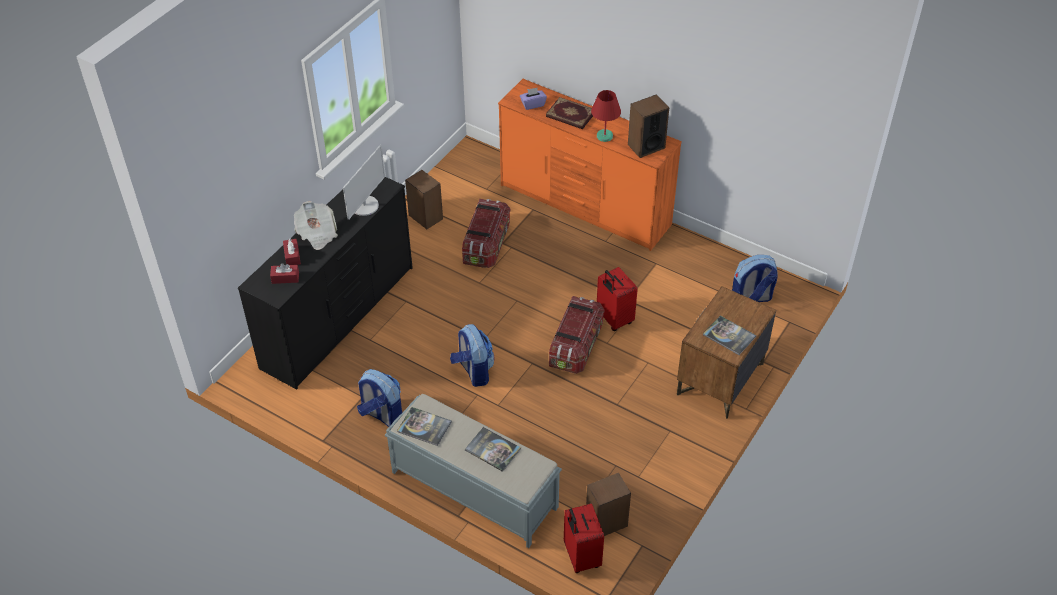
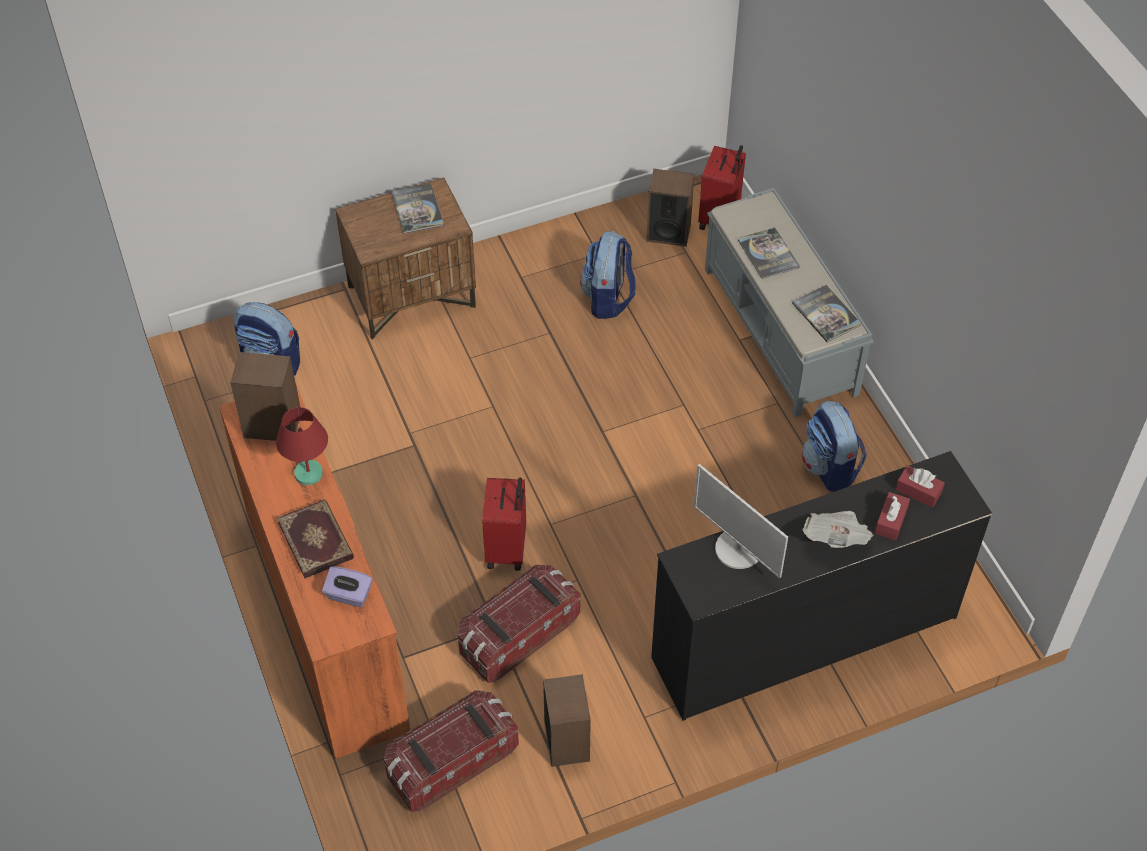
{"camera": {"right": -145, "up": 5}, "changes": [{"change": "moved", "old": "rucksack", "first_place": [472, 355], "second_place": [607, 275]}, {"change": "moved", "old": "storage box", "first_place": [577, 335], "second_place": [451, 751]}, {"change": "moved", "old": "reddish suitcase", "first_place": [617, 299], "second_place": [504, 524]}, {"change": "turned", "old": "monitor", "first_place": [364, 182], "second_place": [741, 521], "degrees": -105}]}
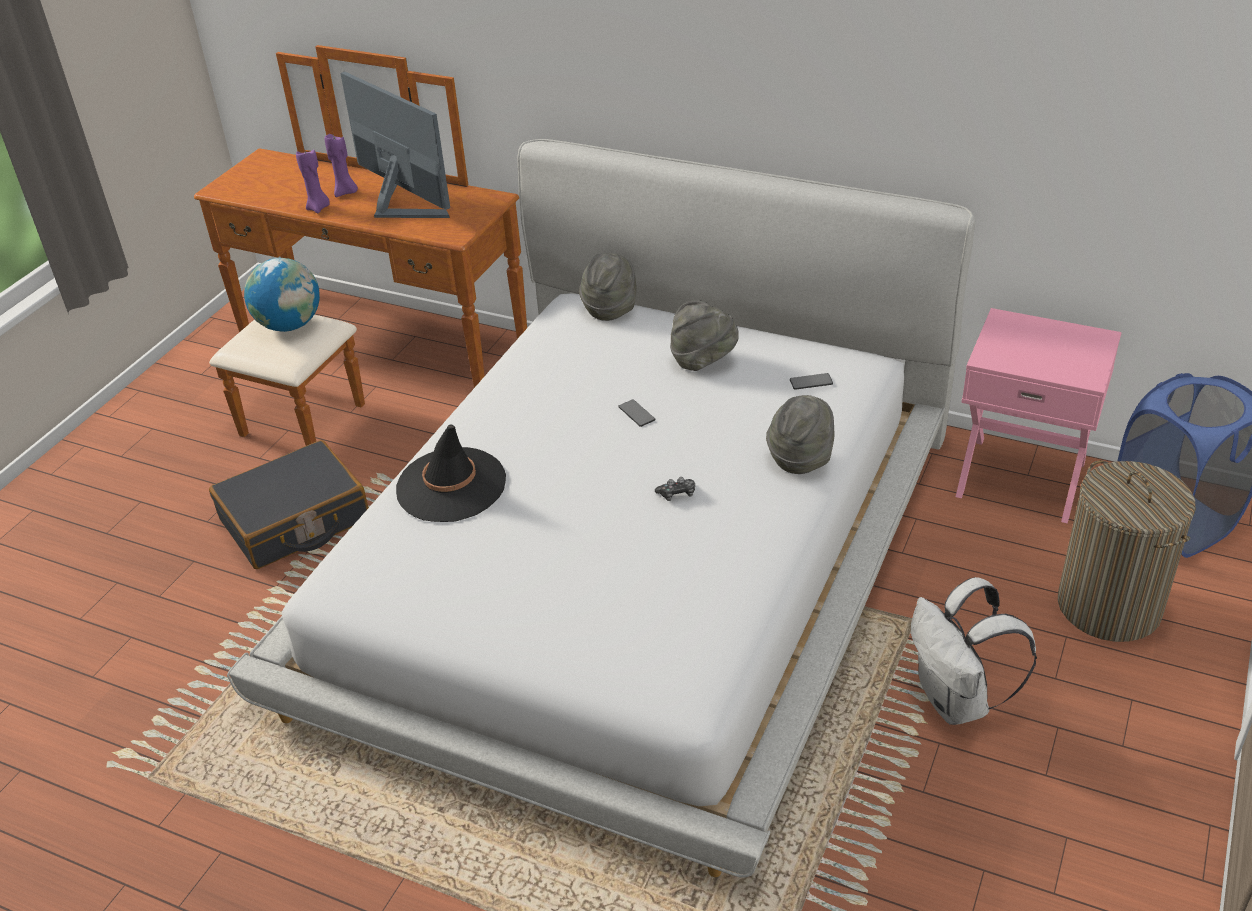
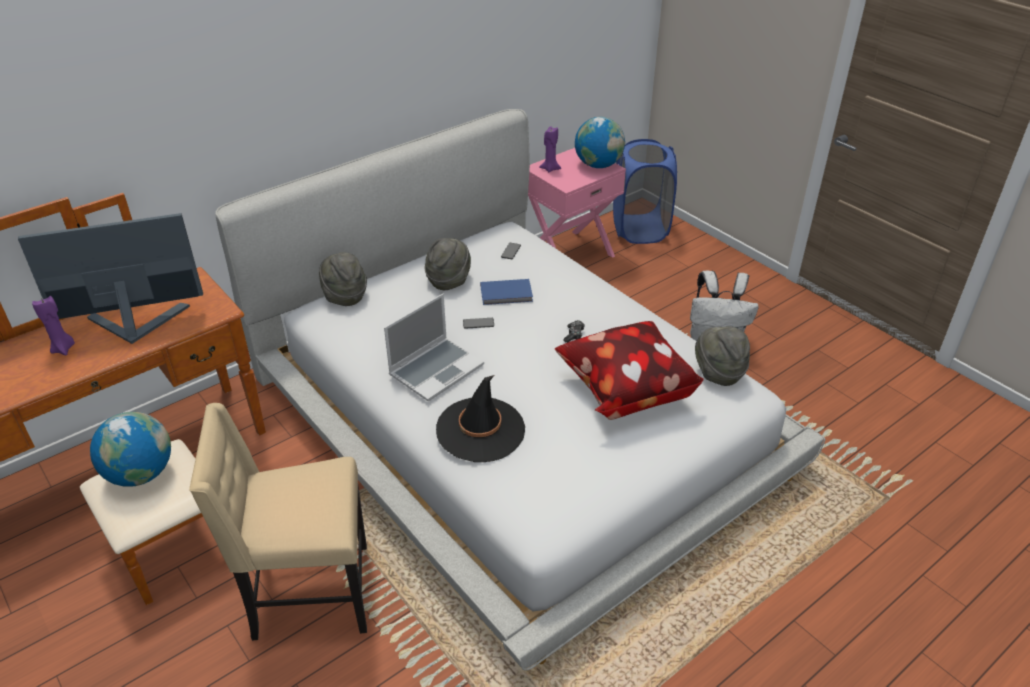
{"camera": {"right": -65, "up": 0}, "changes": [{"change": "removed", "old": "hamper", "first_place": [1127, 551]}, {"change": "added", "new": "laptop", "second_place": [434, 347]}, {"change": "added", "new": "bluish book", "second_place": [506, 292]}, {"change": "added", "new": "cushion", "second_place": [629, 370]}, {"change": "added", "new": "desk globe", "second_place": [600, 142]}, {"change": "moved", "old": "purplish wax candle", "first_place": [313, 181], "second_place": [550, 149]}, {"change": "moved", "old": "greyish clothing hat", "first_place": [800, 434], "second_place": [722, 356]}, {"change": "replaced", "old": "black-coloured suitcase", "new": "sand-coloured upright chair", "first_place": [289, 504], "second_place": [278, 522]}]}
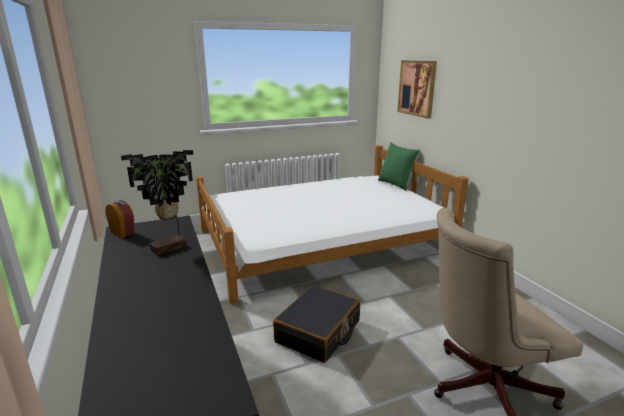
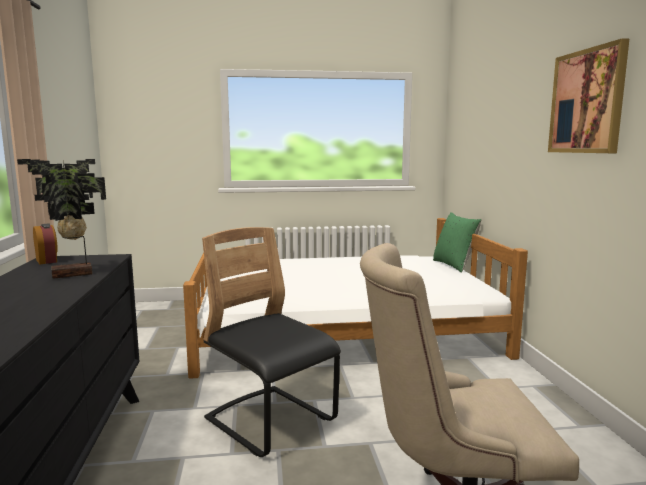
{"camera": {"right": 15, "up": -10}, "changes": [{"change": "moved", "old": "wall art", "first_place": [417, 89], "second_place": [588, 95]}, {"change": "replaced", "old": "black-coloured suitcase", "new": "black-coloured upright chair", "first_place": [316, 324], "second_place": [271, 342]}]}
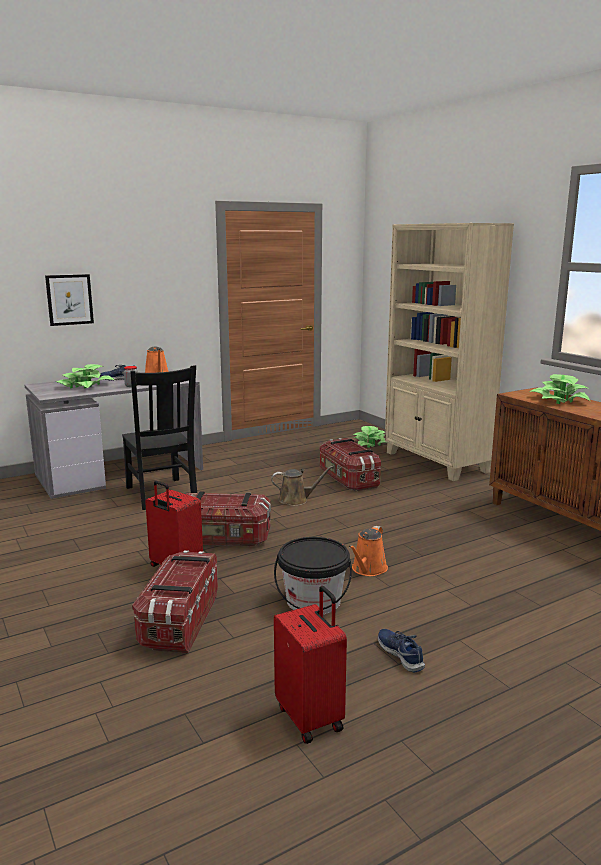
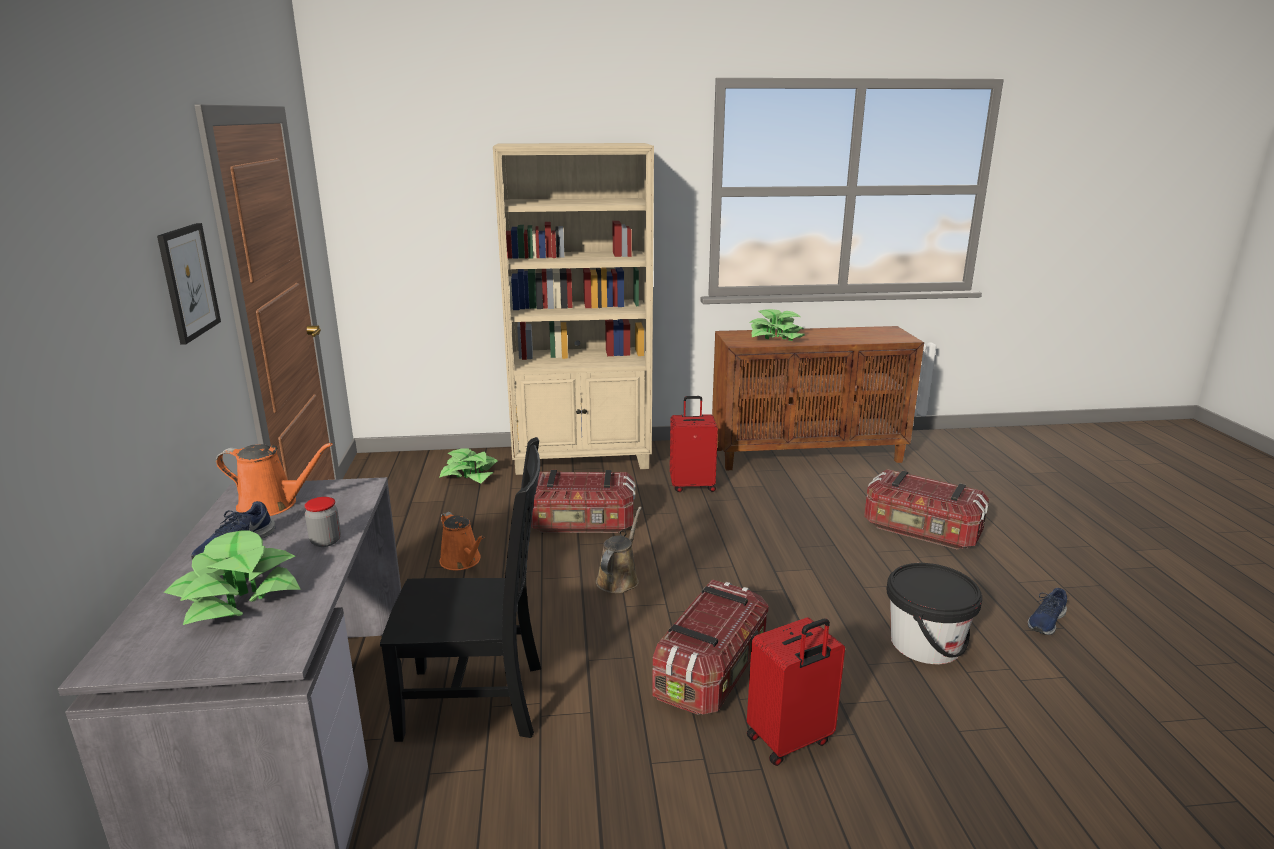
{"camera": {"right": -65, "up": 5}, "changes": [{"change": "moved", "old": "wall art", "first_place": [69, 300], "second_place": [189, 284]}, {"change": "moved", "old": "storage box", "first_place": [175, 601], "second_place": [926, 509]}, {"change": "moved", "old": "reddish suitcase", "first_place": [310, 665], "second_place": [694, 444]}, {"change": "moved", "old": "orange-coloured watering can", "first_place": [368, 551], "second_place": [461, 541]}, {"change": "turned", "old": "bluish shoe", "first_place": [401, 651], "second_place": [1047, 611], "degrees": -45}]}
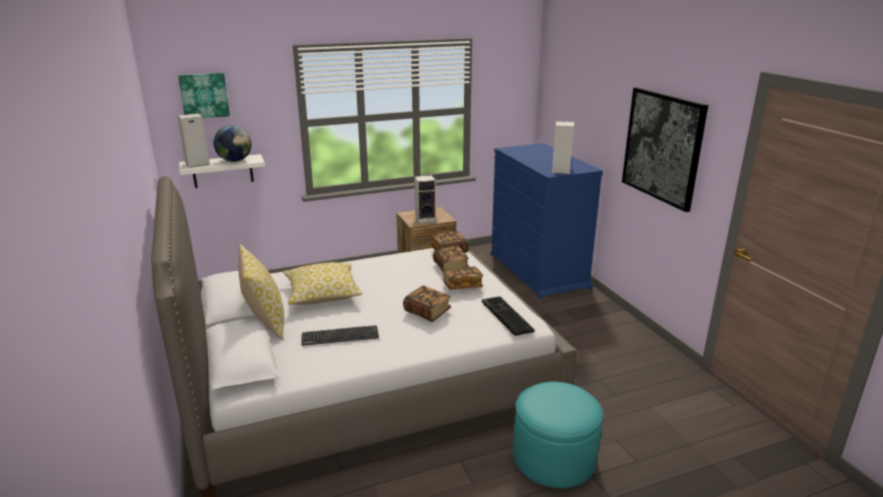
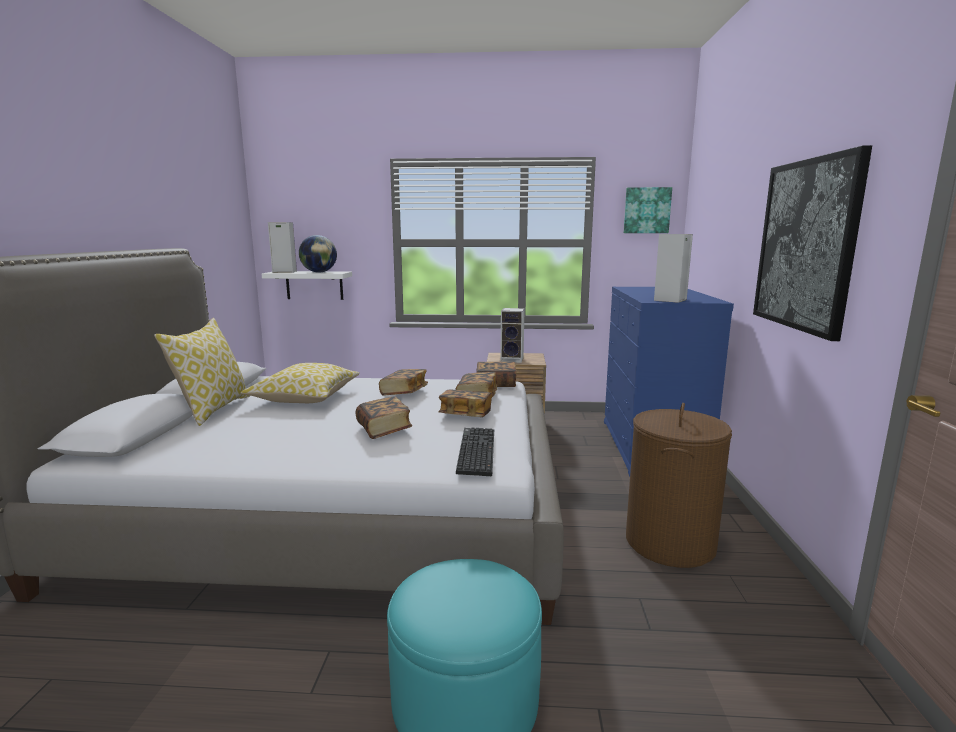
{"camera": {"right": 25, "up": -10}, "changes": [{"change": "removed", "old": "PC keyboard", "first_place": [340, 335]}, {"change": "added", "new": "book", "second_place": [403, 382]}, {"change": "added", "new": "brownish hamper", "second_place": [679, 485]}, {"change": "moved", "old": "wall art", "first_place": [204, 95], "second_place": [648, 210]}]}
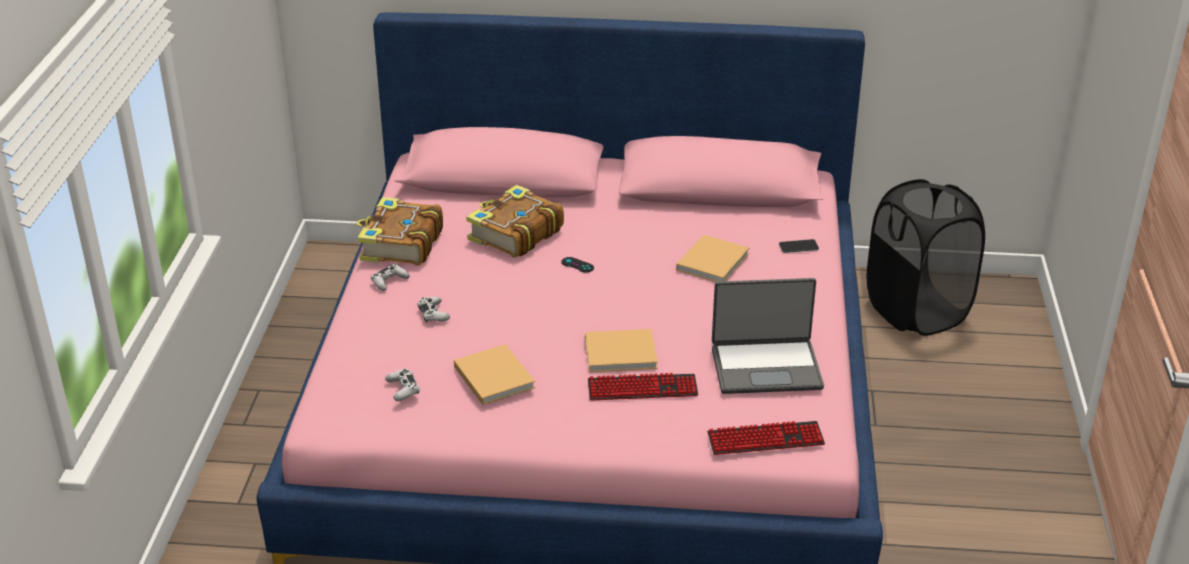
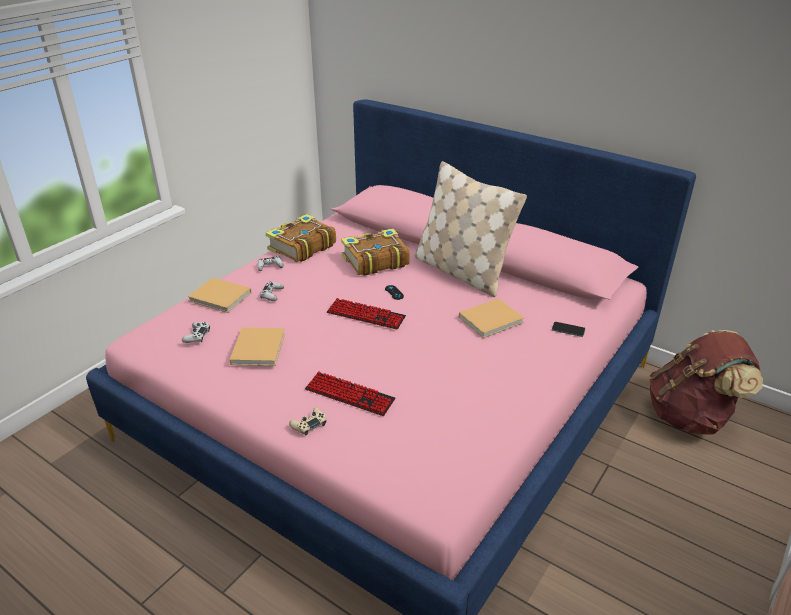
{"camera": {"right": 30, "up": 0}, "changes": [{"change": "removed", "old": "laptop", "first_place": [768, 336]}, {"change": "added", "new": "sand-coloured game controller", "second_place": [308, 421]}, {"change": "added", "new": "sand-coloured cushion", "second_place": [470, 229]}, {"change": "moved", "old": "sand-coloured book", "first_place": [621, 350], "second_place": [219, 295]}, {"change": "moved", "old": "PC keyboard", "first_place": [766, 438], "second_place": [366, 313]}, {"change": "replaced", "old": "black-coloured hamper", "new": "brownish rucksack", "first_place": [926, 257], "second_place": [706, 382]}]}
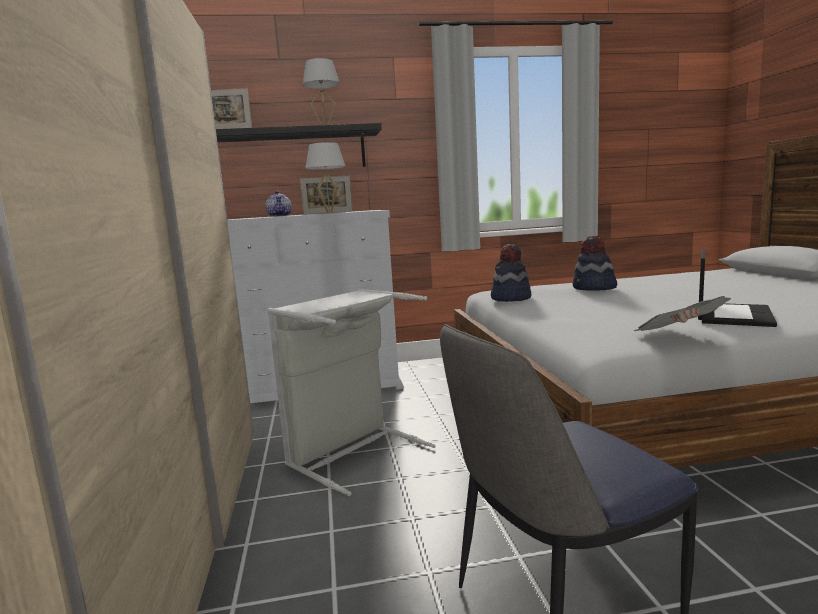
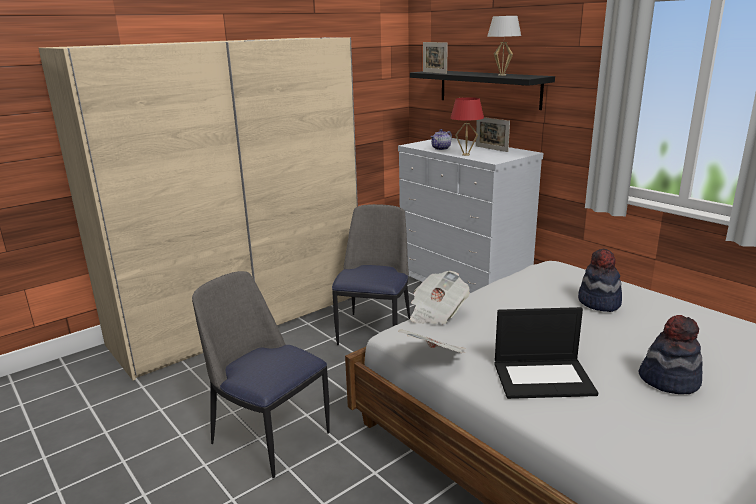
{"camera": {"right": 60, "up": 10}, "changes": [{"change": "added", "new": "newspaper", "second_place": [440, 297]}, {"change": "moved", "old": "clothing hat", "first_place": [511, 273], "second_place": [670, 354]}, {"change": "replaced", "old": "greyish hamper", "new": "upright chair", "first_place": [351, 392], "second_place": [371, 274]}, {"change": "recoloured", "old": "white-coloured lamp for a table", "new": "reddish lamp for a table", "first_place": [325, 177], "second_place": [467, 126]}]}
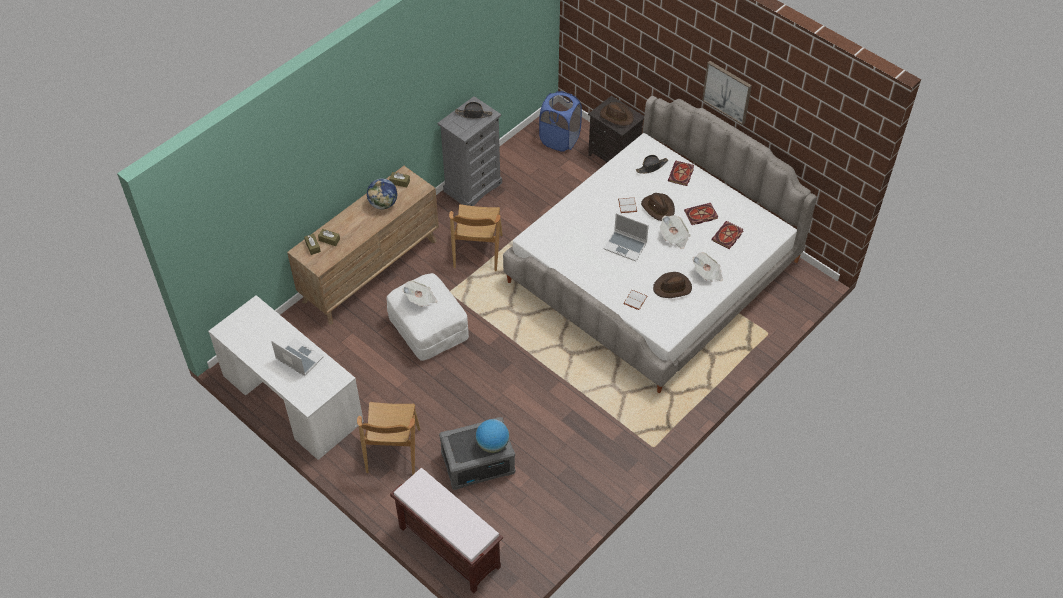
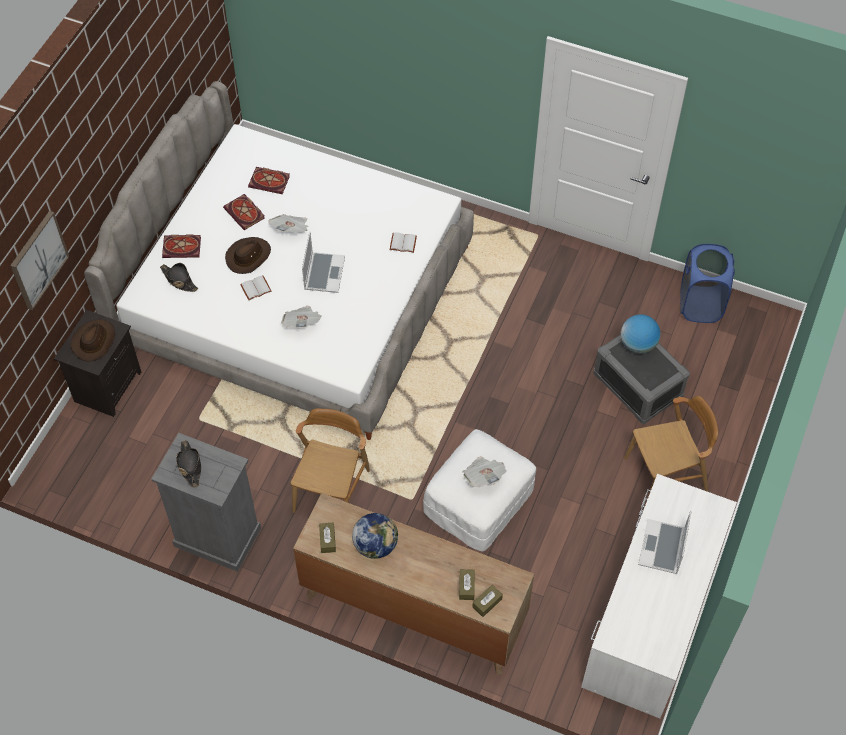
{"camera": {"right": -110, "up": 5}, "changes": [{"change": "removed", "old": "brownish indoor bench", "first_place": [446, 530]}, {"change": "removed", "old": "brownish clothing hat", "first_place": [672, 285]}, {"change": "moved", "old": "bluish hamper", "first_place": [560, 121], "second_place": [707, 283]}, {"change": "moved", "old": "newspaper", "first_place": [708, 267], "second_place": [301, 317]}, {"change": "moved", "old": "wall art", "first_place": [727, 93], "second_place": [39, 260]}, {"change": "turned", "old": "brownish upright chair", "first_place": [476, 237], "second_place": [330, 460], "degrees": -60}]}
